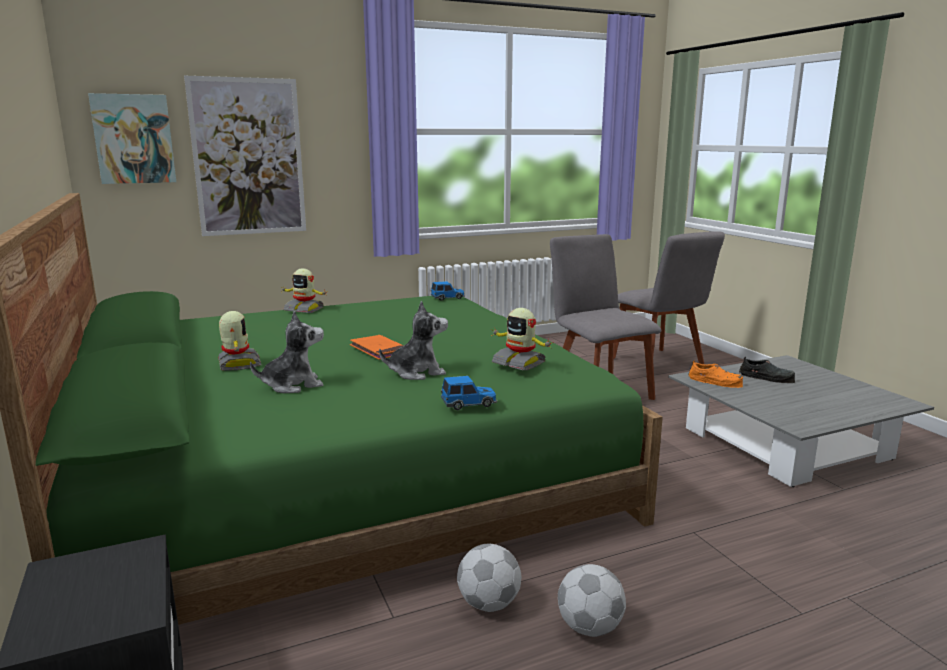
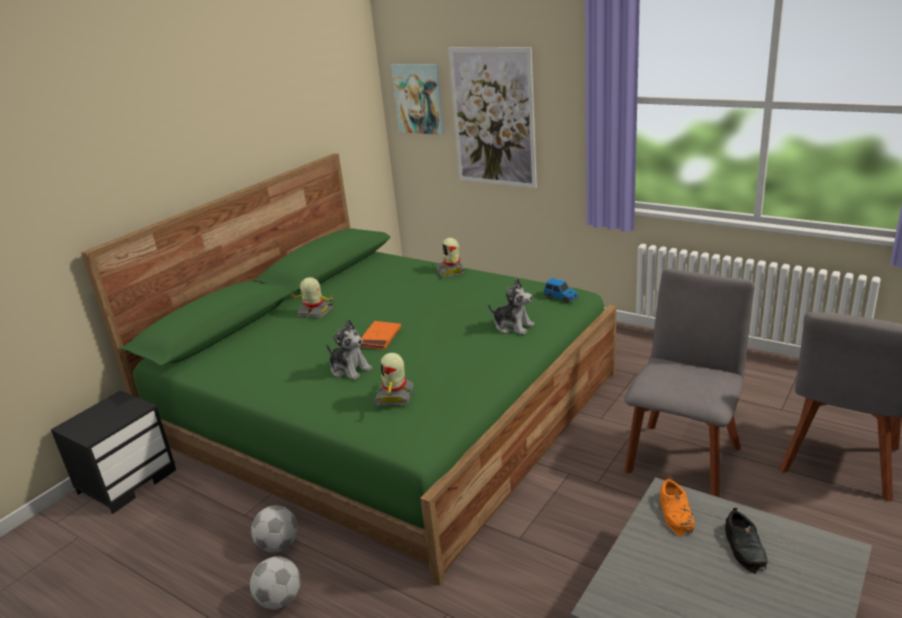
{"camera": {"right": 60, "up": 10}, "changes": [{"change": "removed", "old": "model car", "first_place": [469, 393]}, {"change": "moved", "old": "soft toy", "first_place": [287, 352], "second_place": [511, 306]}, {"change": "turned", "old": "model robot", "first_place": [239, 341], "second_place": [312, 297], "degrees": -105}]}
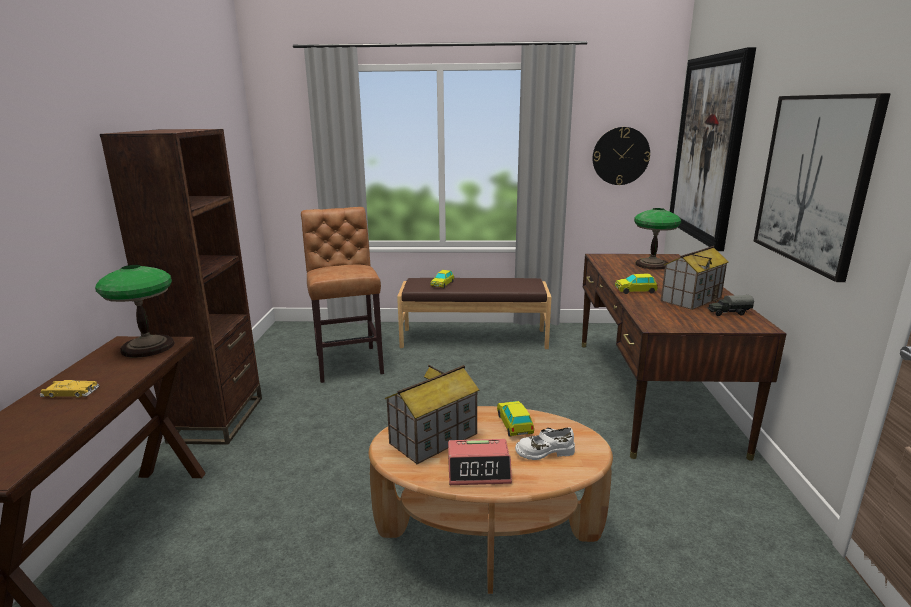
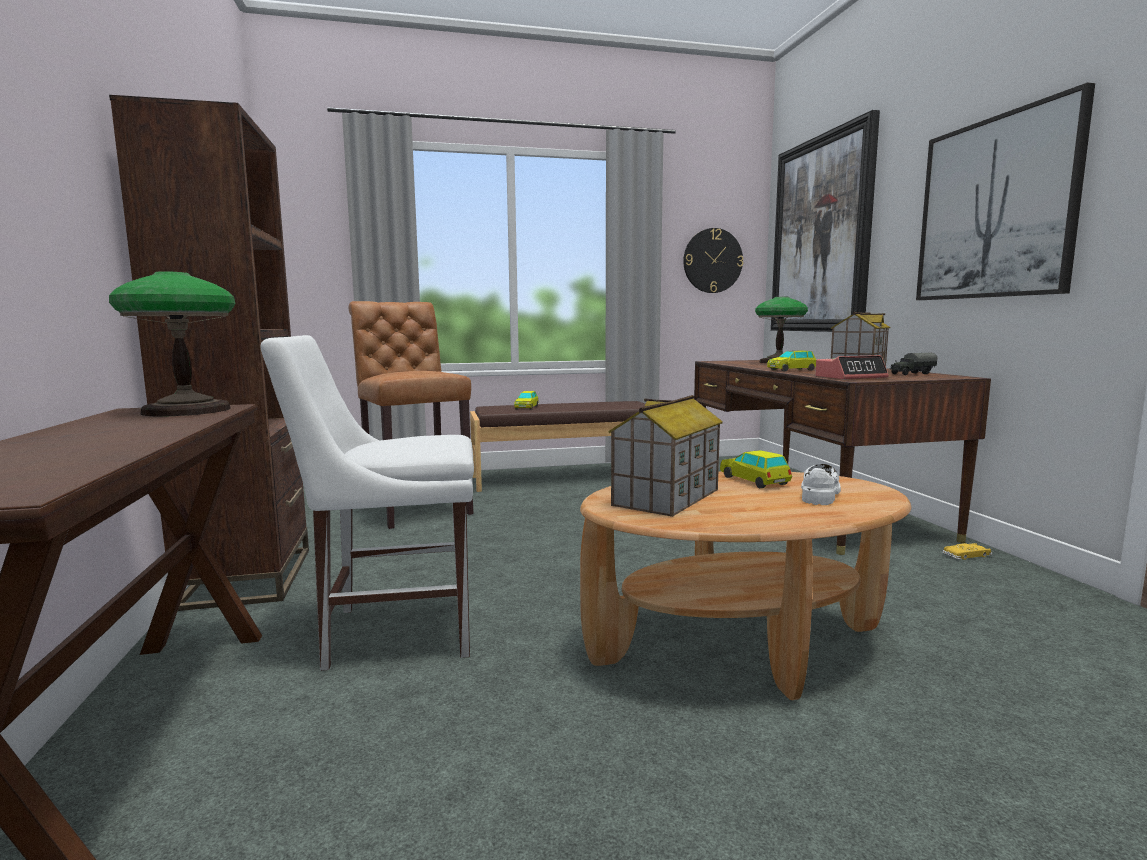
{"camera": {"right": -15, "up": -10}, "changes": [{"change": "added", "new": "white-coloured upright chair", "second_place": [367, 503]}, {"change": "moved", "old": "yellow model car", "first_place": [69, 389], "second_place": [967, 551]}, {"change": "moved", "old": "alarm clock", "first_place": [480, 462], "second_place": [852, 367]}, {"change": "turned", "old": "white-coloured shoe", "first_place": [545, 443], "second_place": [821, 484], "degrees": 135}]}
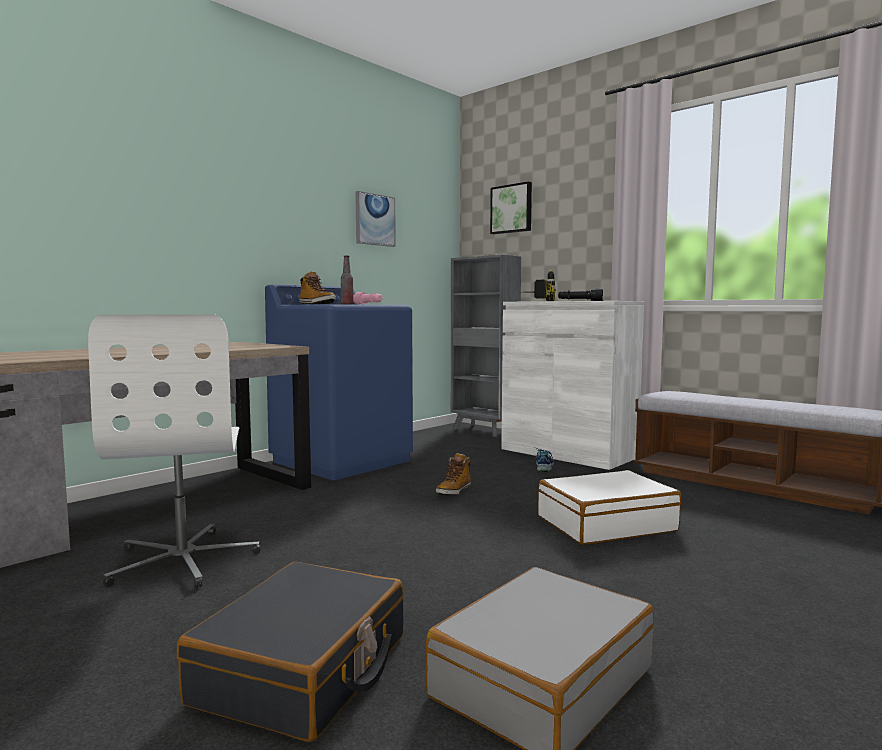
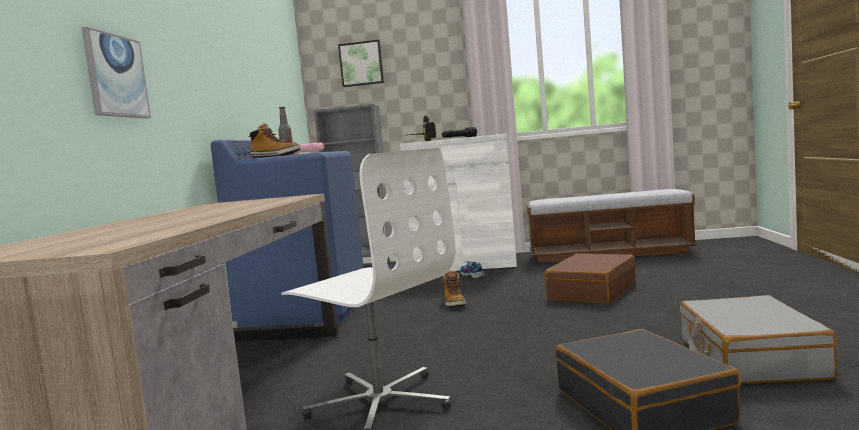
{"camera": {"right": -35, "up": 0}, "changes": [{"change": "moved", "old": "wall art", "first_place": [375, 219], "second_place": [116, 73]}, {"change": "recoloured", "old": "white-coloured suitcase", "new": "brownish suitcase", "first_place": [610, 507], "second_place": [590, 278]}]}
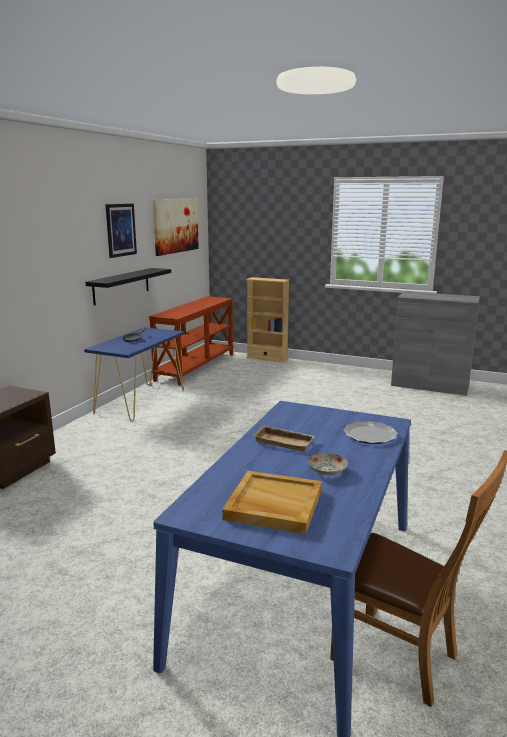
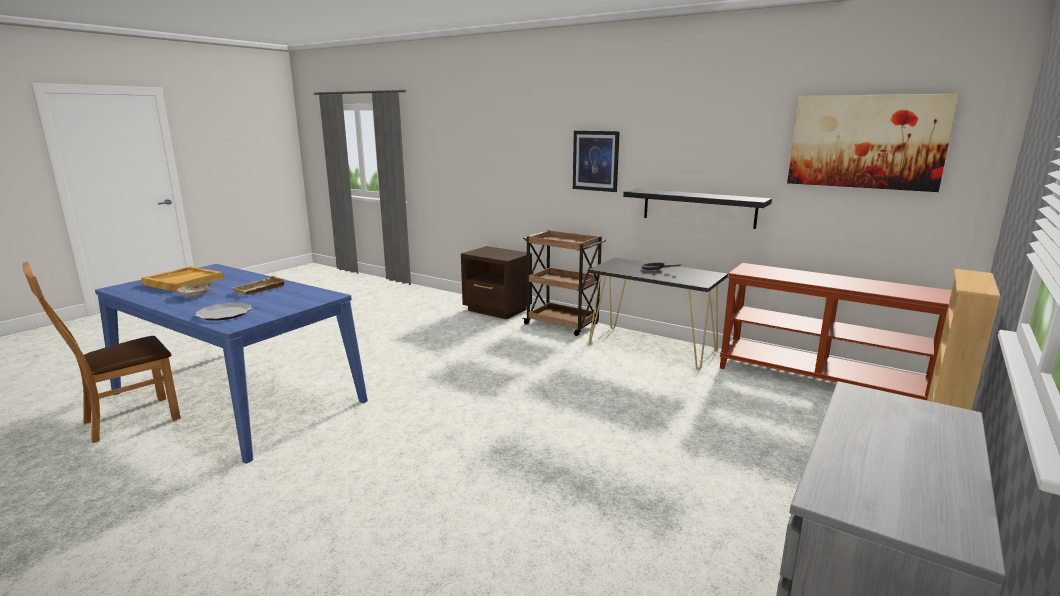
{"camera": {"right": 100, "up": 0}, "changes": [{"change": "added", "new": "brownish trolley", "second_place": [564, 283]}, {"change": "moved", "old": "wall art", "first_place": [121, 231], "second_place": [596, 161]}, {"change": "recoloured", "old": "bluish console table", "new": "black-coloured console table", "first_place": [134, 374], "second_place": [658, 314]}]}
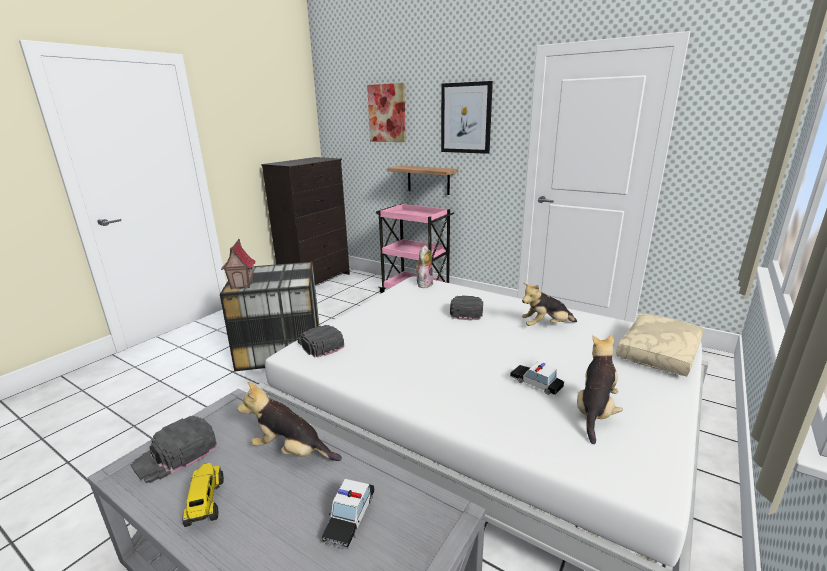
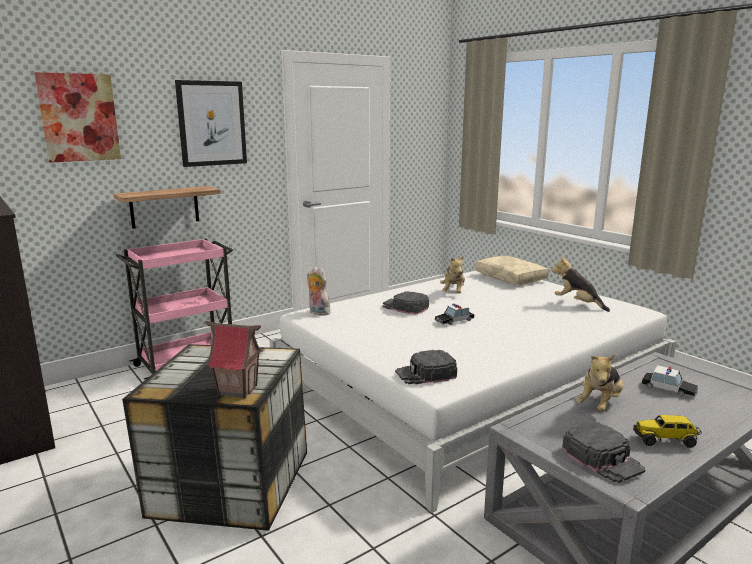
{"camera": {"right": -70, "up": -5}, "changes": [{"change": "moved", "old": "model car", "first_place": [537, 378], "second_place": [454, 314]}]}
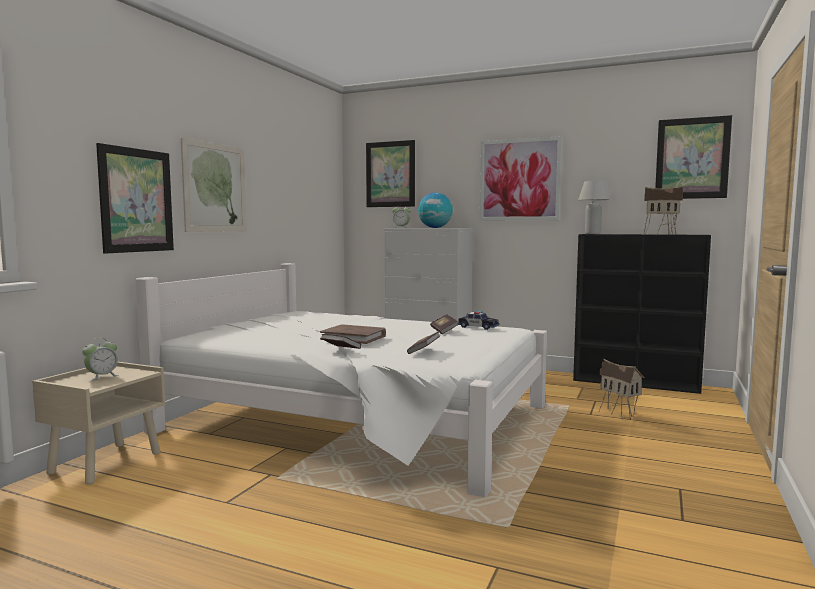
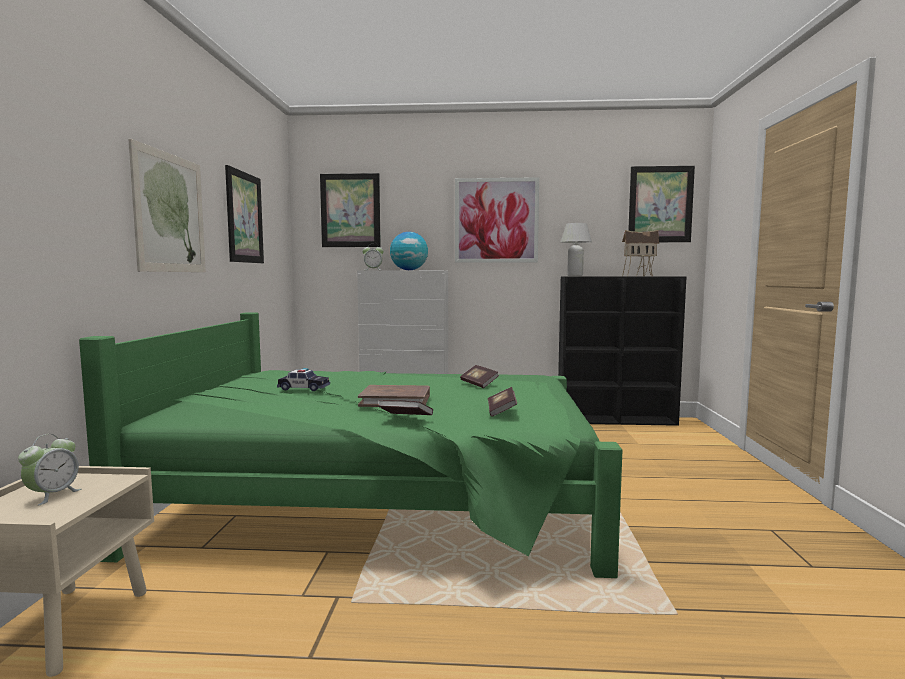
{"camera": {"right": -20, "up": 0}, "changes": [{"change": "removed", "old": "model house", "first_place": [621, 389]}, {"change": "moved", "old": "wall art", "first_place": [135, 198], "second_place": [244, 214]}, {"change": "moved", "old": "model car", "first_place": [478, 320], "second_place": [303, 379]}, {"change": "recoloured", "old": "white-coloured sleeping bed", "new": "green-coloured sleeping bed", "first_place": [341, 380], "second_place": [351, 445]}]}
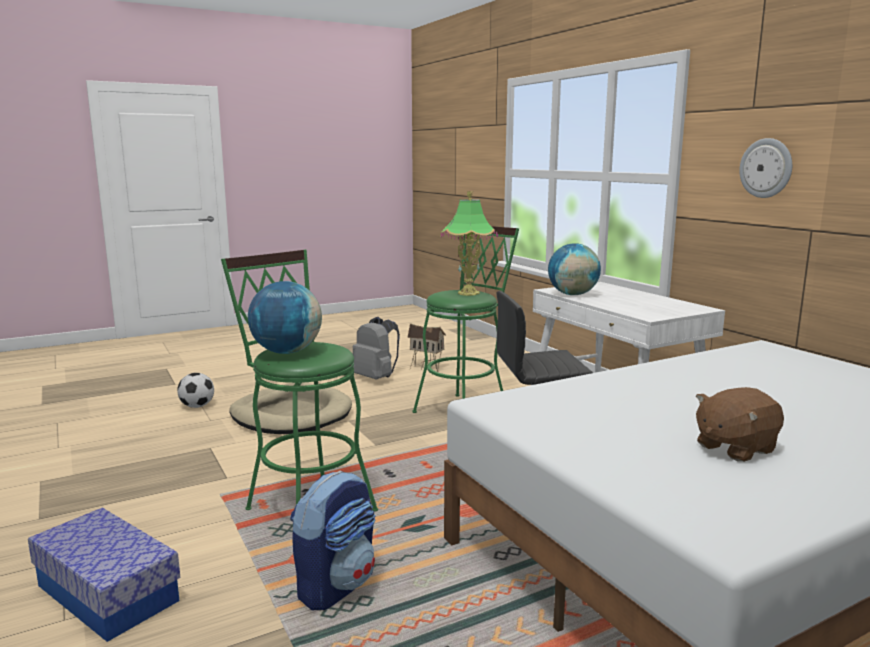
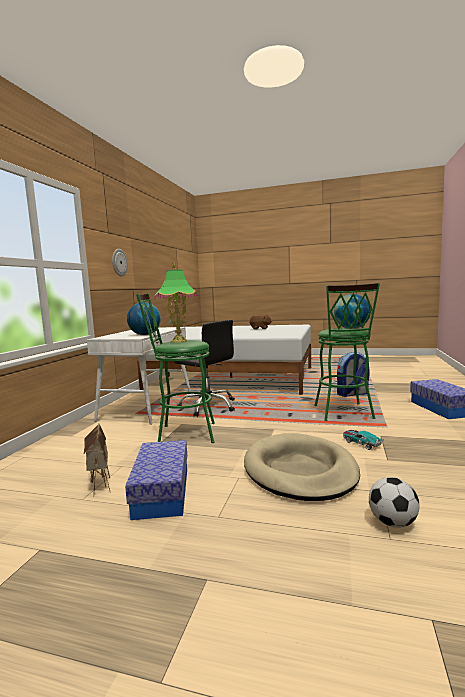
{"camera": {"right": -135, "up": -5}, "changes": [{"change": "added", "new": "model car", "second_place": [363, 440]}, {"change": "replaced", "old": "greyish rucksack", "new": "storage box", "first_place": [376, 348], "second_place": [156, 480]}]}
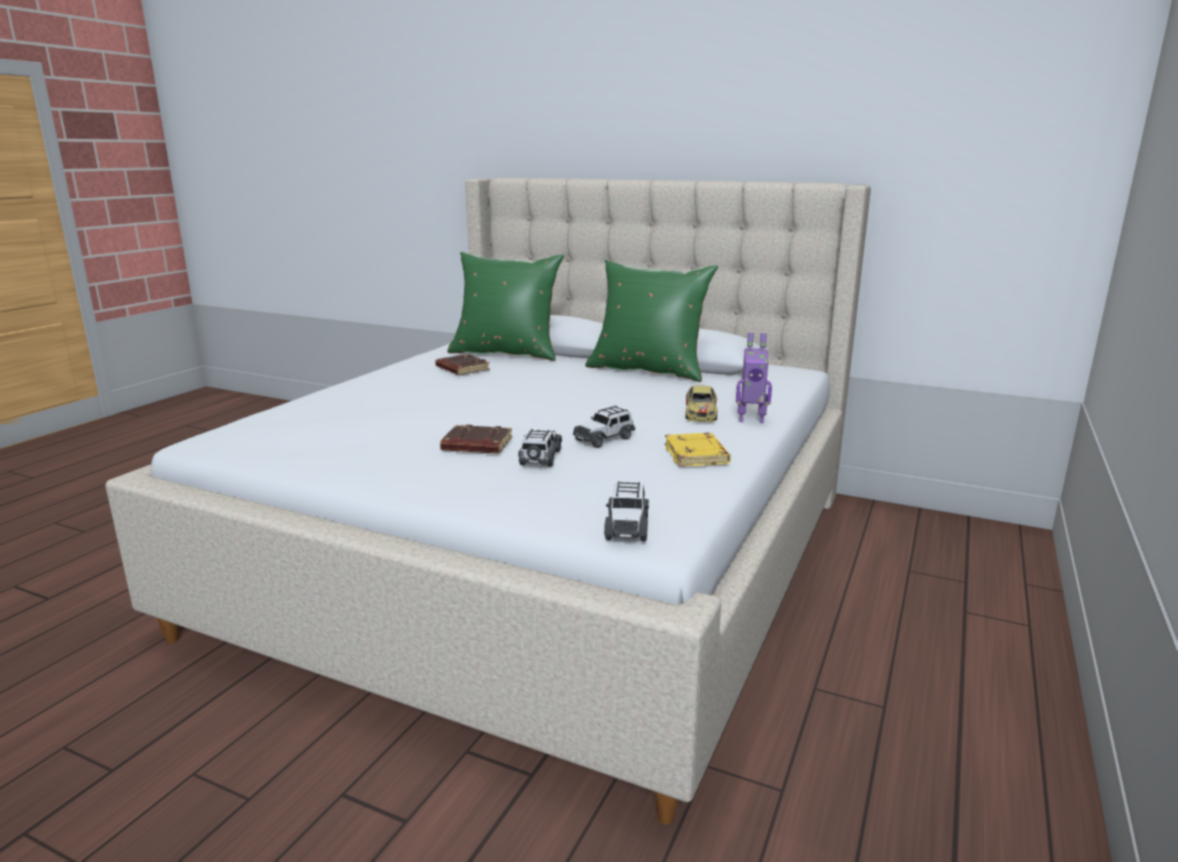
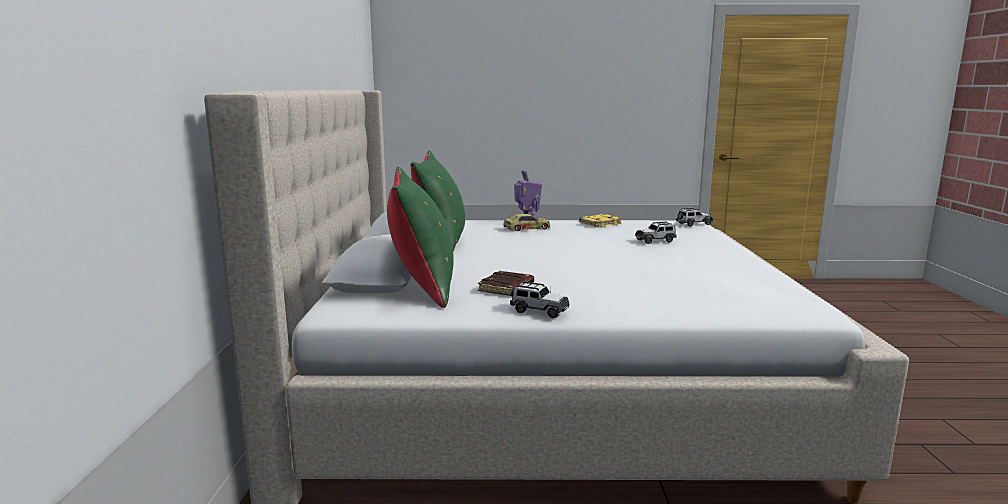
{"camera": {"right": -115, "up": -5}, "changes": [{"change": "removed", "old": "brownish book", "first_place": [476, 439]}, {"change": "moved", "old": "model car", "first_place": [604, 427], "second_place": [539, 299]}]}
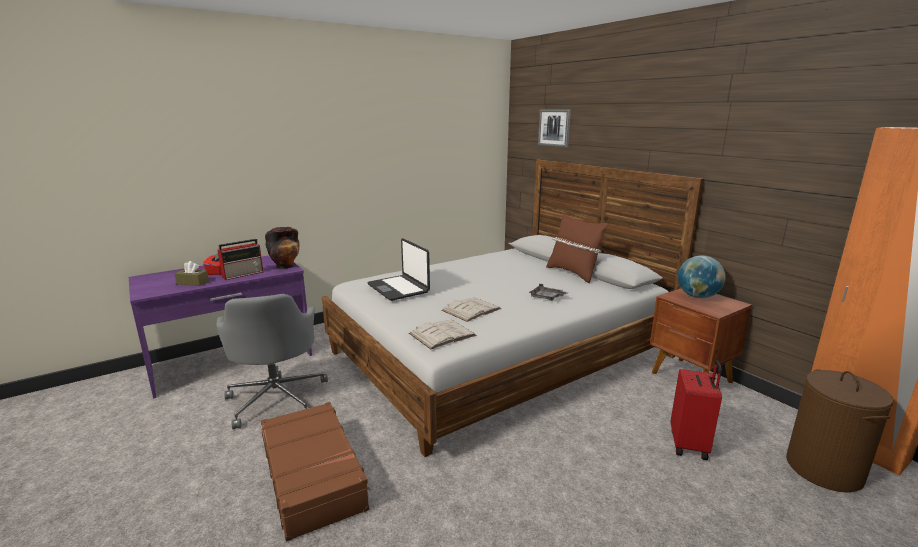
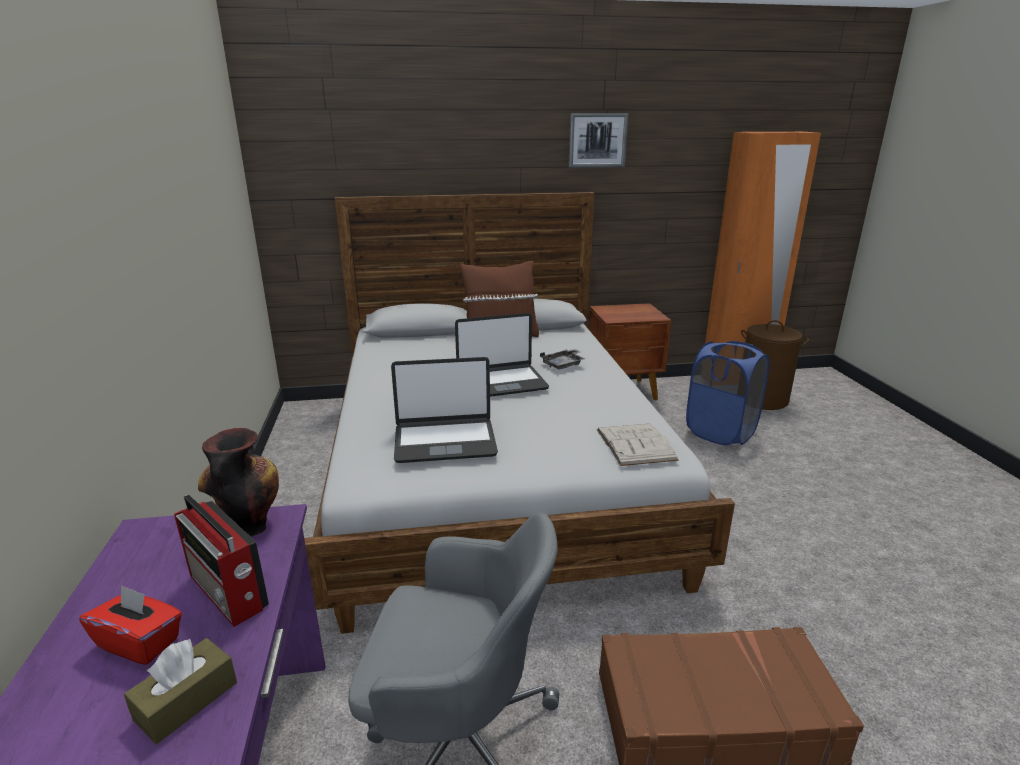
{"camera": {"right": -65, "up": 5}, "changes": [{"change": "removed", "old": "white-coloured book", "first_place": [471, 310]}, {"change": "removed", "old": "desk globe", "first_place": [702, 276]}, {"change": "added", "new": "laptop", "second_place": [502, 355]}, {"change": "moved", "old": "wall art", "first_place": [554, 129], "second_place": [598, 140]}, {"change": "replaced", "old": "reddish suitcase", "new": "bluish hamper", "first_place": [696, 410], "second_place": [727, 393]}, {"change": "turned", "old": "radio receiver", "first_place": [240, 259], "second_place": [221, 561], "degrees": 150}]}
